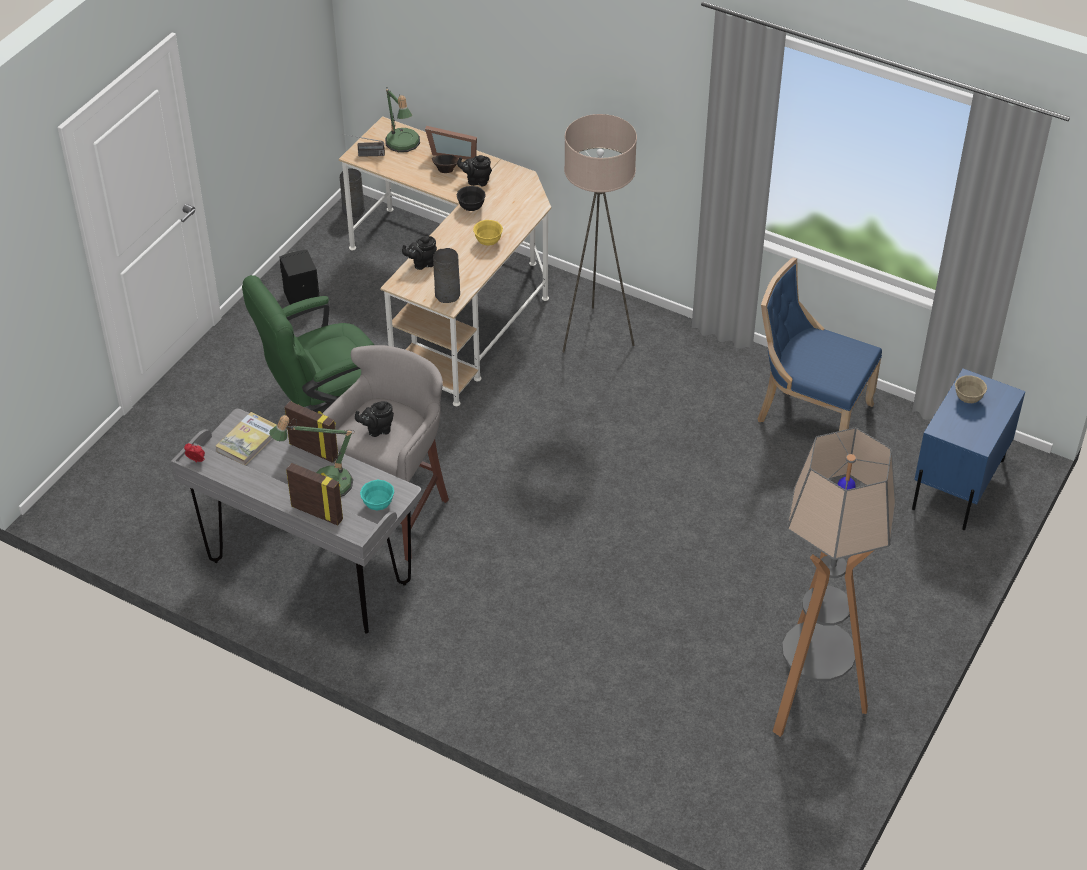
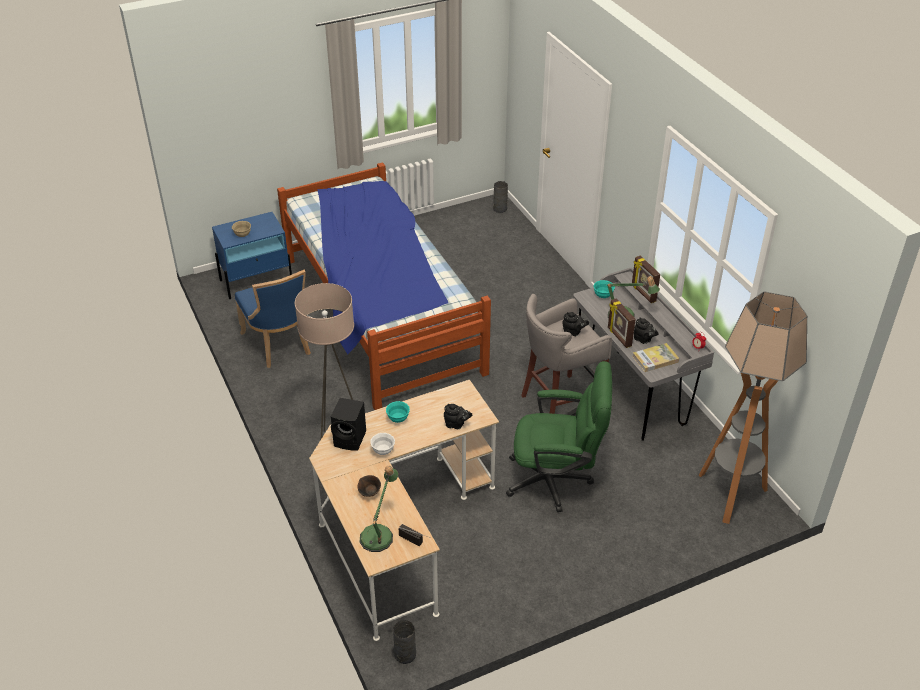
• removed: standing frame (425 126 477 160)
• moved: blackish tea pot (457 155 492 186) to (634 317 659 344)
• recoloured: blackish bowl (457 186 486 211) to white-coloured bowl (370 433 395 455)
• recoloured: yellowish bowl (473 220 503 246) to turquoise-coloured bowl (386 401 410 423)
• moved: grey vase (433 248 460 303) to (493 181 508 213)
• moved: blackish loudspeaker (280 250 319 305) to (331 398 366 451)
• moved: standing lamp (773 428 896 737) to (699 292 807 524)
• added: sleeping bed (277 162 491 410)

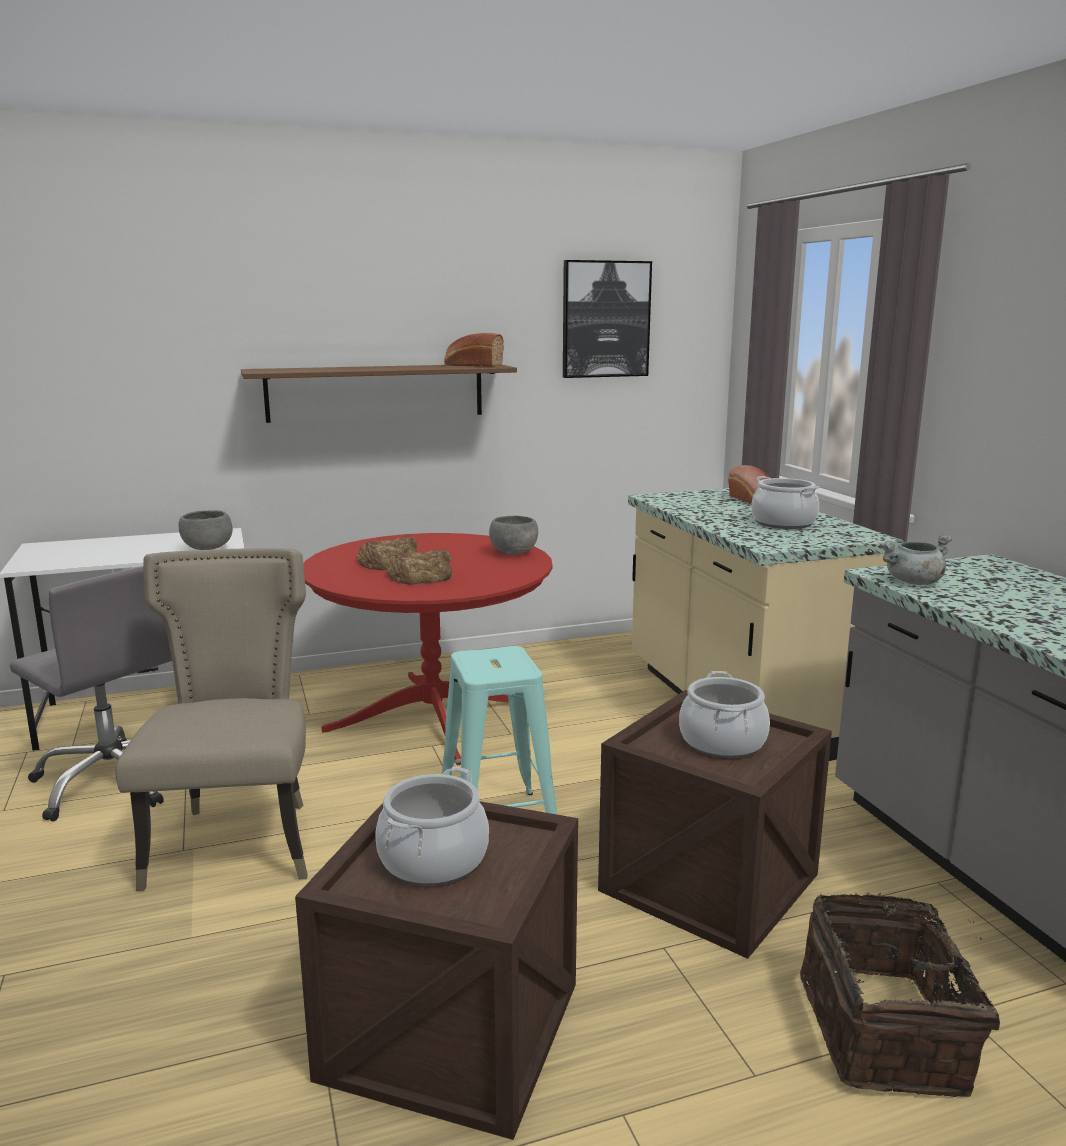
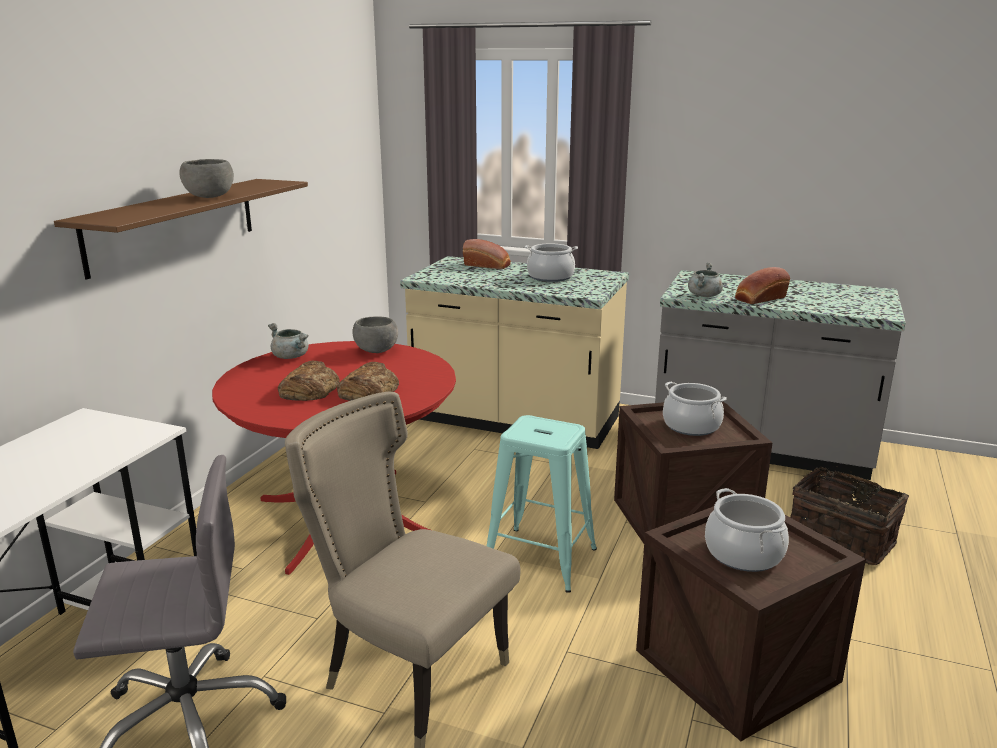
• removed: wall picture (563 260 652 378)
• moved: bakery bread (444 333 504 367) to (735 267 790 304)
• moved: grey bowl (178 510 233 550) to (180 159 234 198)
• added: grey stockpot (268 323 309 359)

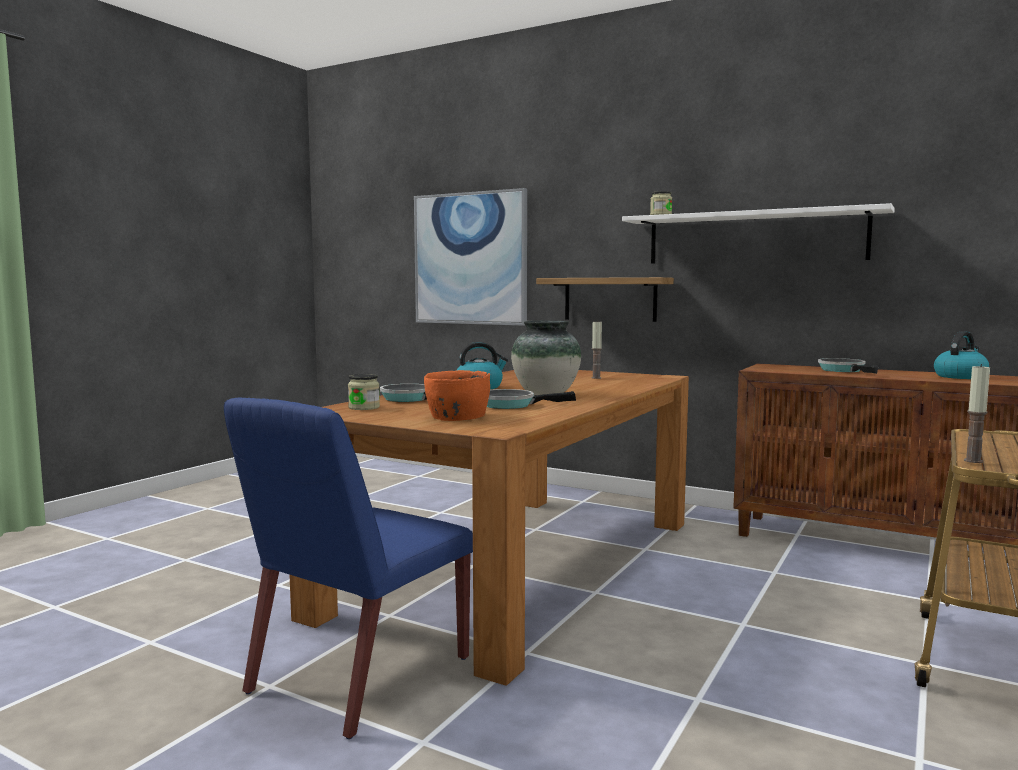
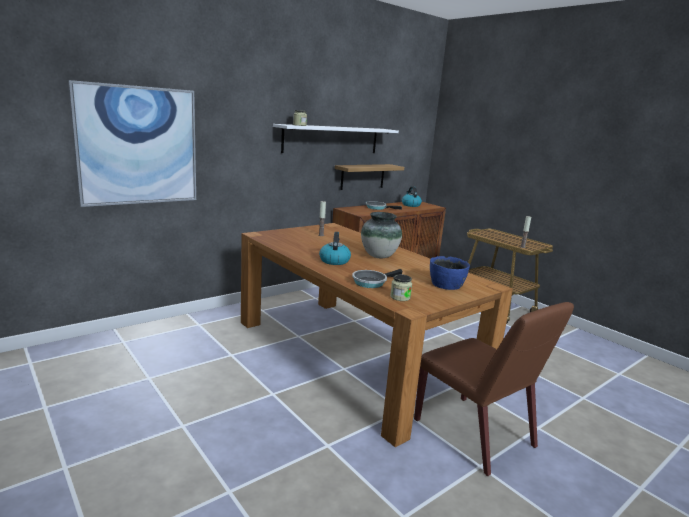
• moved: wall shelf (536 277 674 322) to (335 164 404 190)
• recoloured: orange-coloured bowl (424 370 490 421) to blue bowl (430 256 470 290)
• removed: frying pan (487 389 576 409)
• recoloured: blue plain chair (224 397 473 739) to brown-coloured plain chair (414 302 574 476)

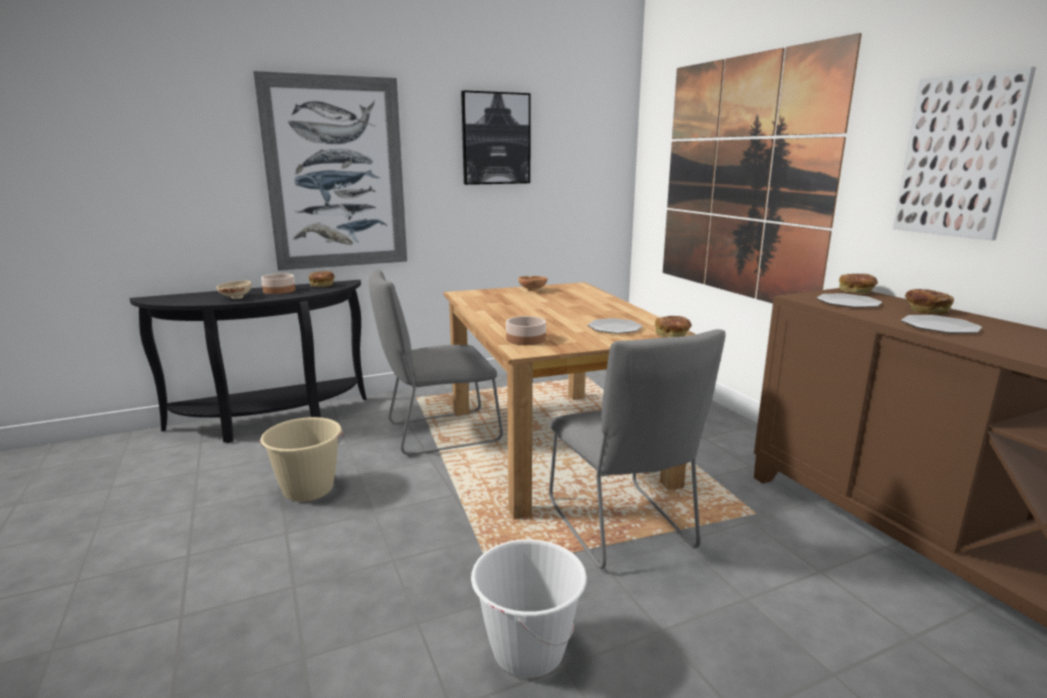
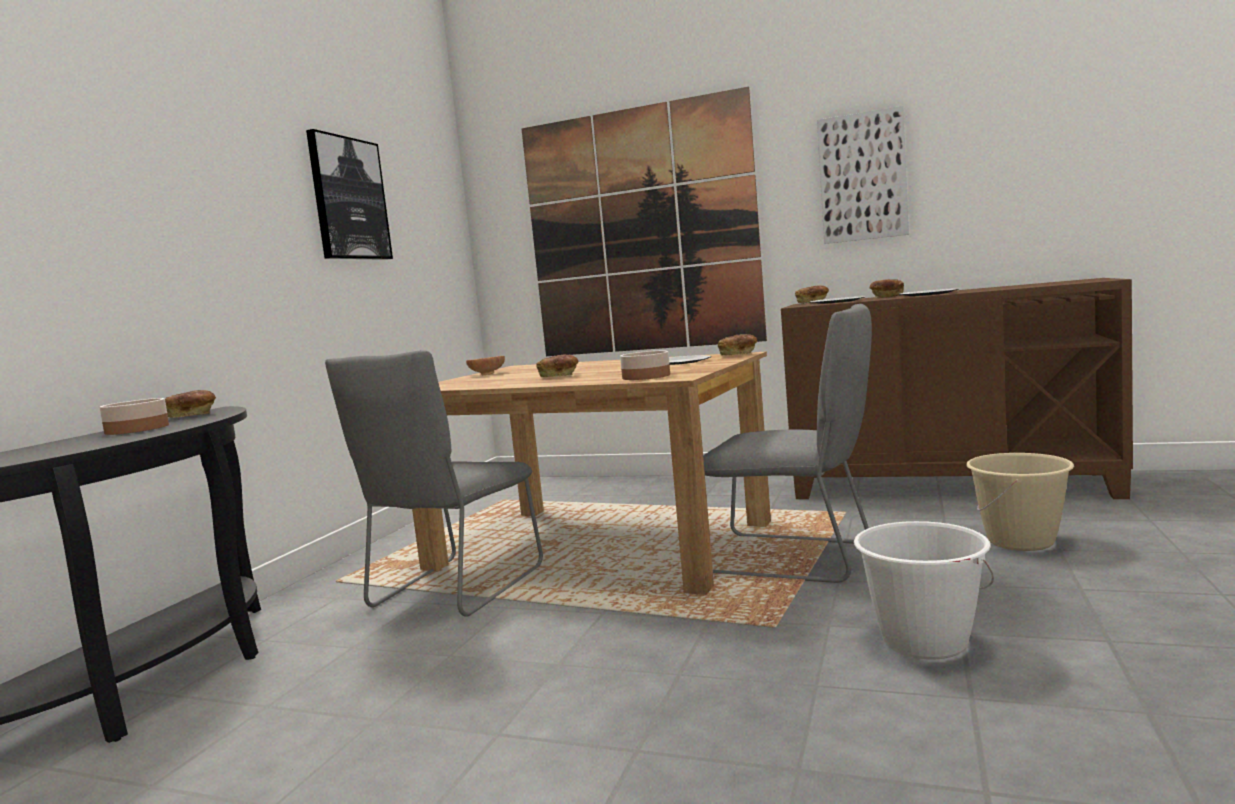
• removed: wall picture (253 71 407 271)
• removed: sand-coloured bowl (216 281 252 299)
• moved: sand-coloured water bucket (259 417 344 502) to (966 453 1074 551)
• added: bakery bread (536 355 578 377)

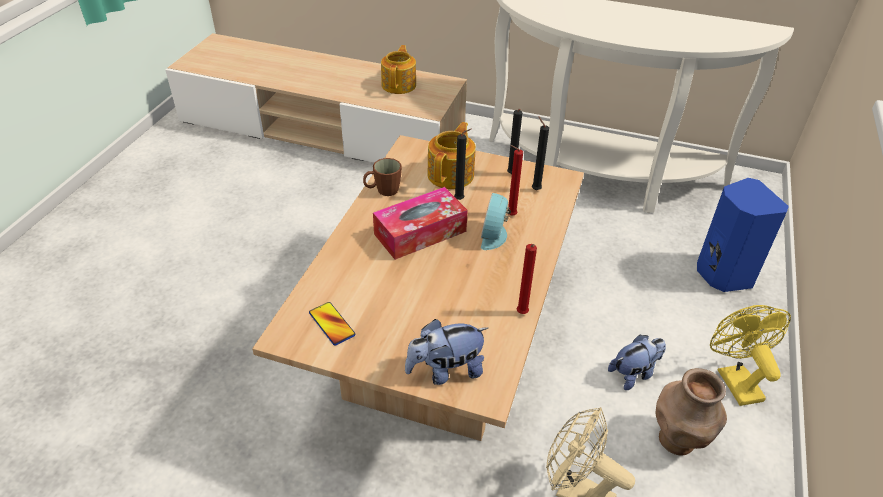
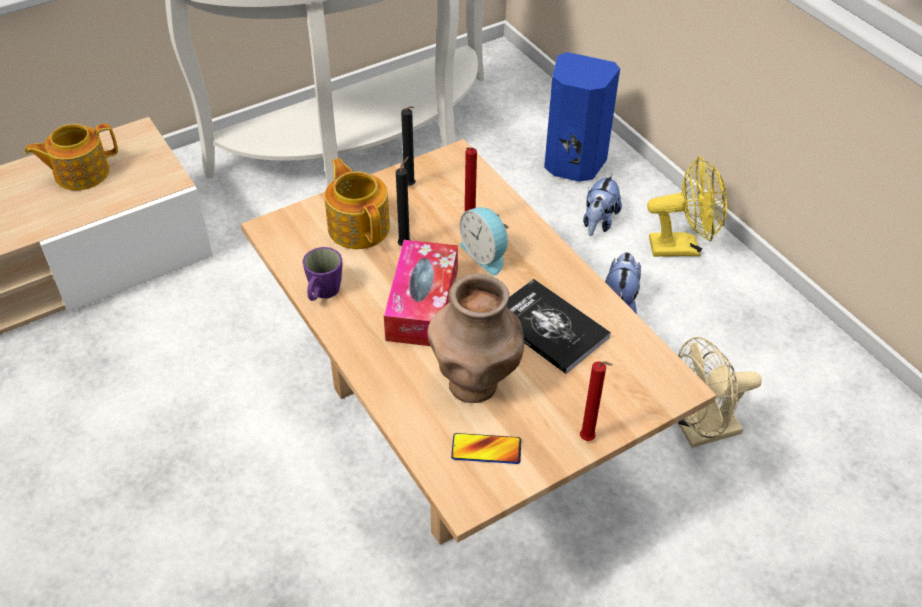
• turned: tea pot (381 45 416 94) = (25 123 118 190) 75 degrees counterclockwise
• removed: blackish wax candle (532 117 549 190)
• recoloured: brown-coloured mug (363 158 402 196) to purple-coloured mug (302 247 342 301)
• moved: red wax candle (517 244 537 314) to (580 361 613 441)
• turned: yellowish electric fan (710 305 791 406) = (647 156 727 257) 150 degrees clockwise
• moved: plush toy (405 319 488 385) to (583 173 622 236)
• moved: brown-coloured vase (656 368 727 456) to (427 273 524 403)
• added: bound book (507 279 611 374)

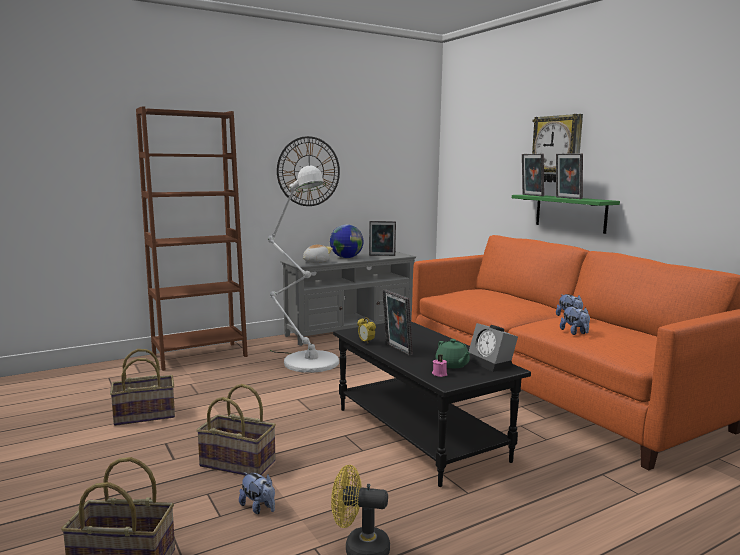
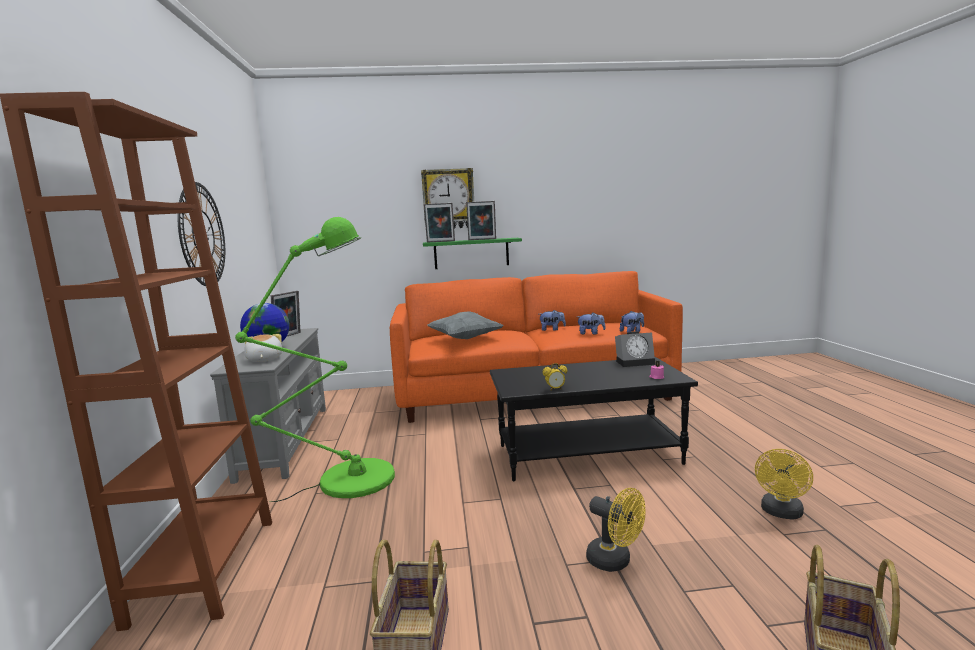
• recoloured: white-coloured standing lamp (268 166 339 373) to green-coloured standing lamp (235 217 395 502)
• removed: standing frame (382 289 413 356)
• removed: green-coloured tea pot (435 339 470 368)
• replaced: storage basket (196 384 276 476) to yellowish electric fan (586 488 645 572)
• moved: plush toy (239 472 275 514) to (620 311 644 333)
• added: grey throw pillow (427 311 503 339)

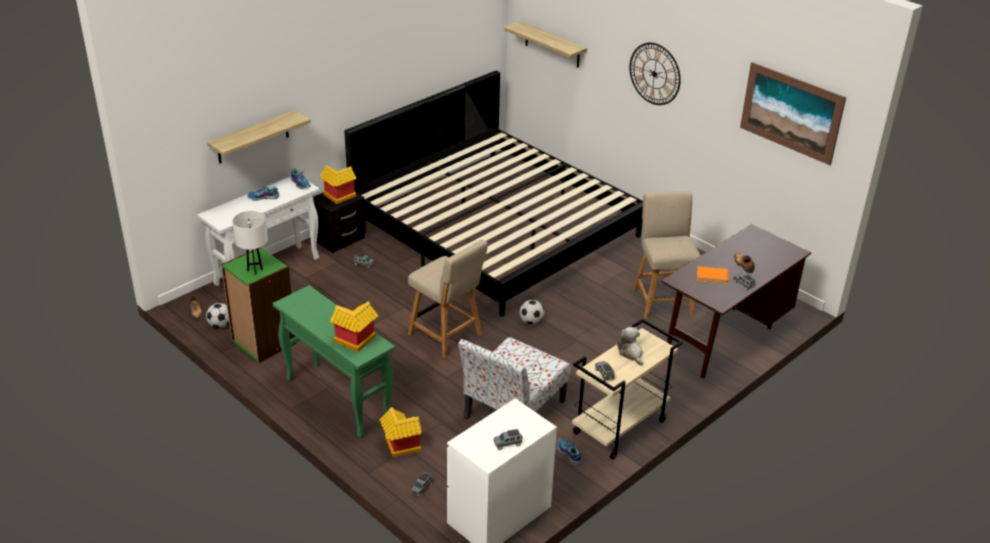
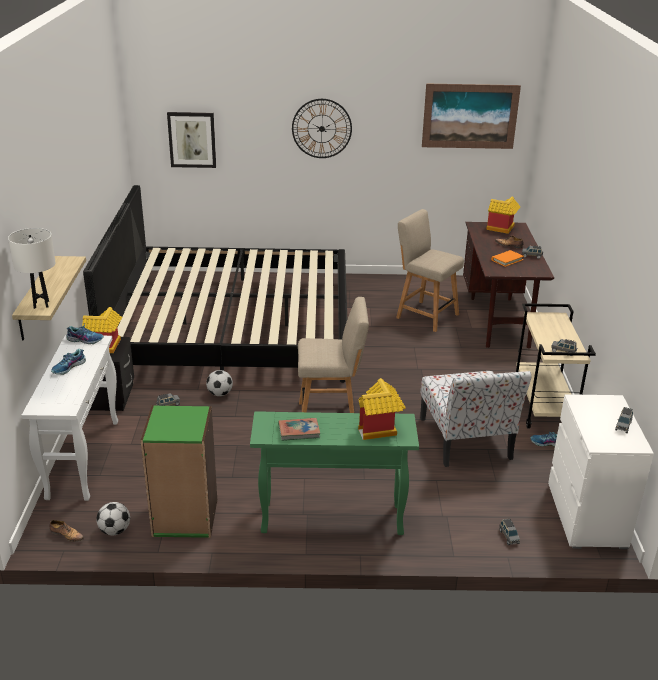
• replaced: wall shelf (504 21 587 68) to wall picture (167 112 216 168)
• moved: white-coloured lamp for a table (232 211 268 275) to (8 228 56 309)
• moved: football (520 300 545 325) to (206 370 233 396)
• removed: plush toy (617 327 643 366)
• moved: toy house (379 407 422 457) to (486 197 521 234)
• added: bound book (278 418 320 441)

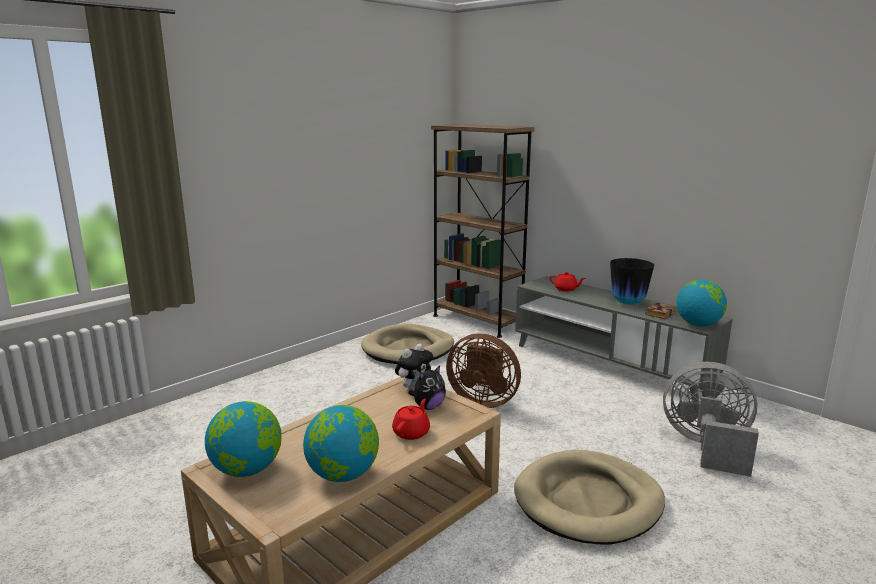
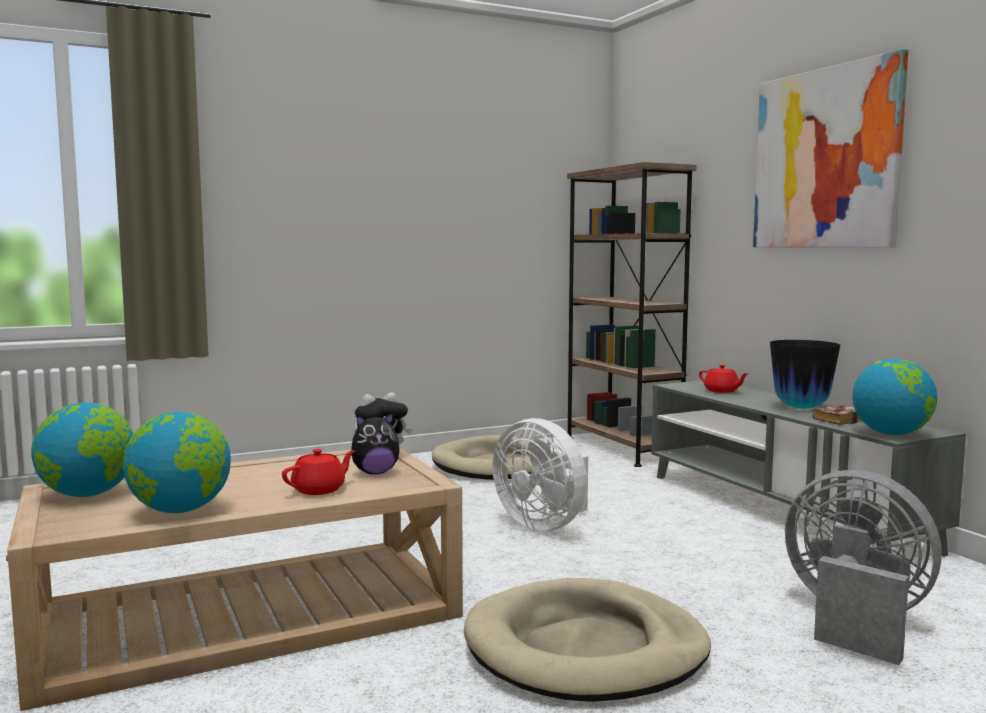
• recoloured: brown-coloured electric fan (446 333 521 408) to white-coloured electric fan (492 418 588 531)
• added: wall picture (753 49 908 247)

